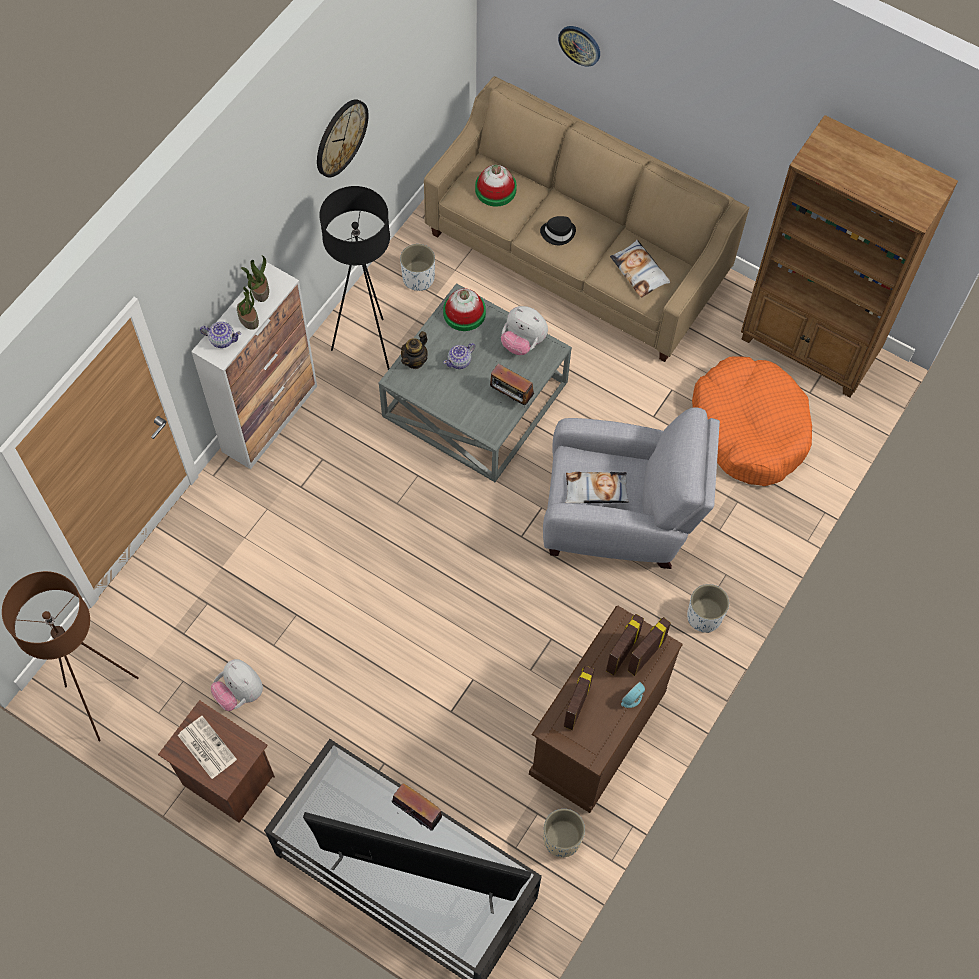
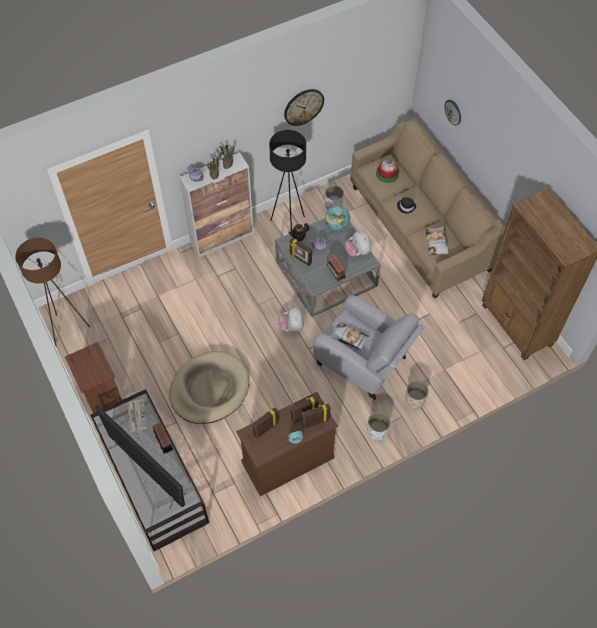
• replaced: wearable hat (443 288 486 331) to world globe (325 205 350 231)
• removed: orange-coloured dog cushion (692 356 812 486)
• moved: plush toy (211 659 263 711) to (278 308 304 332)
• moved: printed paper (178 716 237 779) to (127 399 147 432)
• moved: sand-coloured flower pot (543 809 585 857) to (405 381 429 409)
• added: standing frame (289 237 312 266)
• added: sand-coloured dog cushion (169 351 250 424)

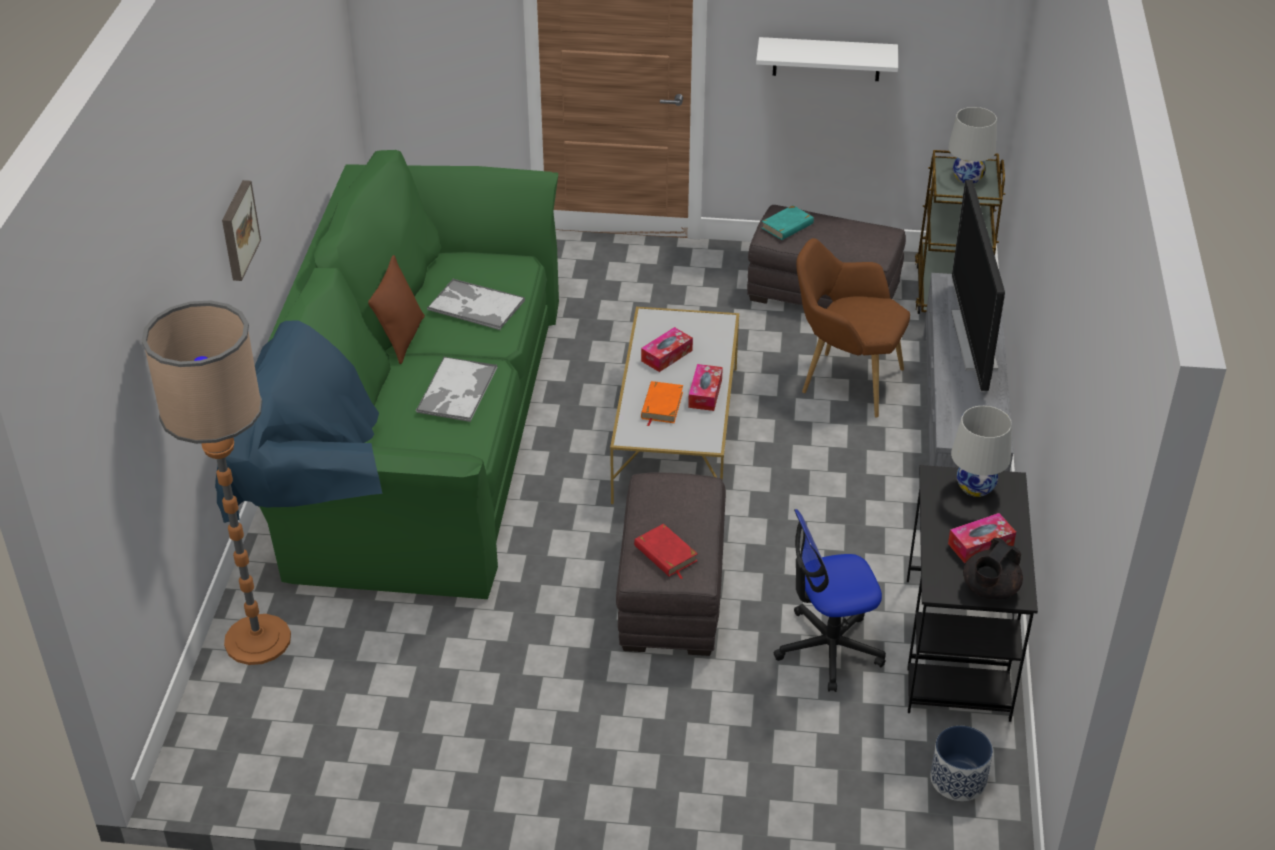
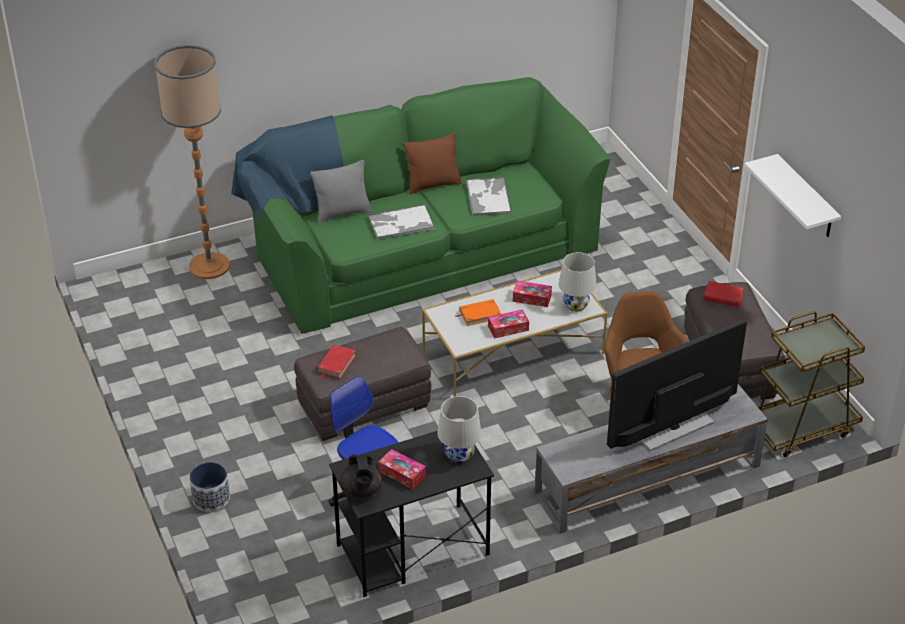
• moved: white-coloured lamp for a table (948 107 997 183) to (559 252 596 311)
• removed: wall picture (222 180 261 281)
• recoloured: turquoise-coloured bound book (762 205 814 240) to red bound book (703 281 746 307)
• turned: blackish tea pot (963 538 1023 600) = (340 454 382 498) 105 degrees counterclockwise
• moved: flower pot (930 726 993 801) to (189 462 230 512)
• added: grey throw pillow (310 160 372 223)

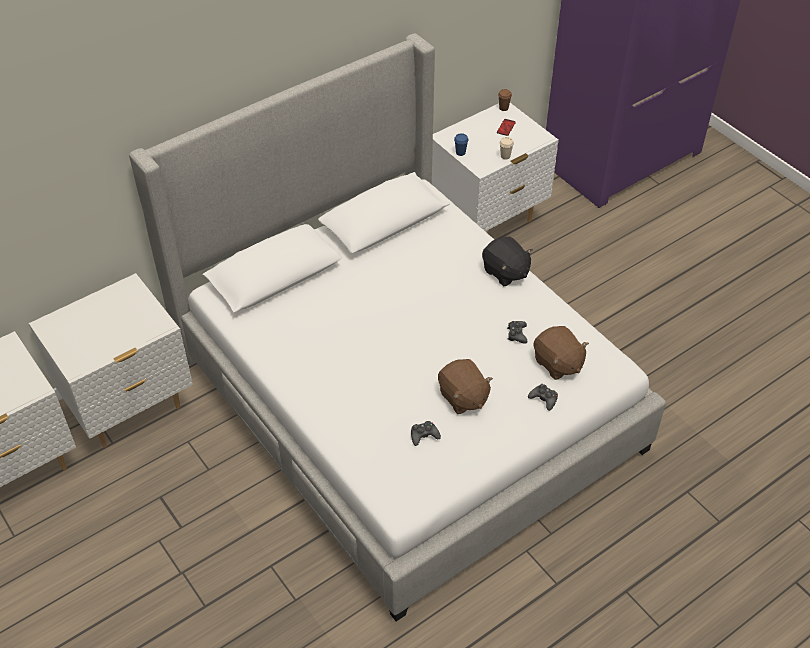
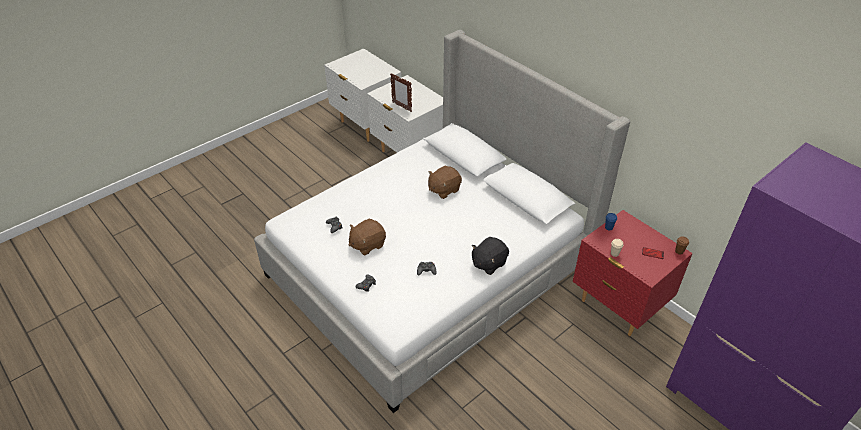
• recoloured: white-coloured bedside table (432 103 559 231) to red bedside table (573 210 693 336)
• moved: brown-coloured plush toy (534 326 589 380) to (428 166 462 199)
• added: standing frame (390 73 412 112)

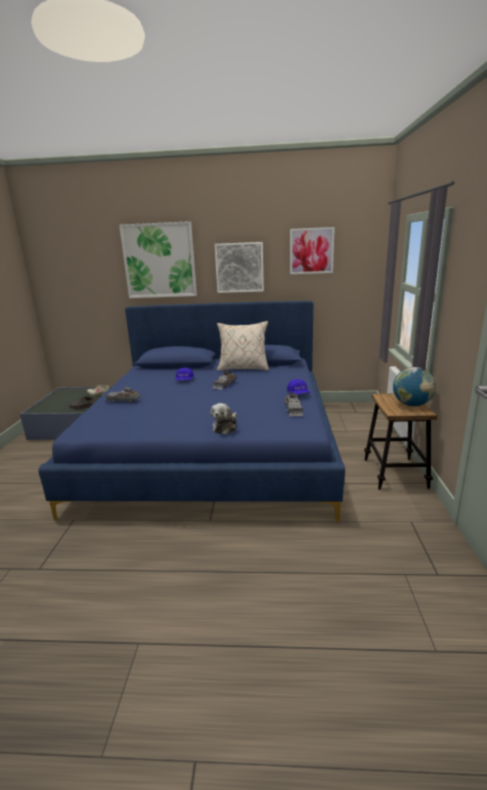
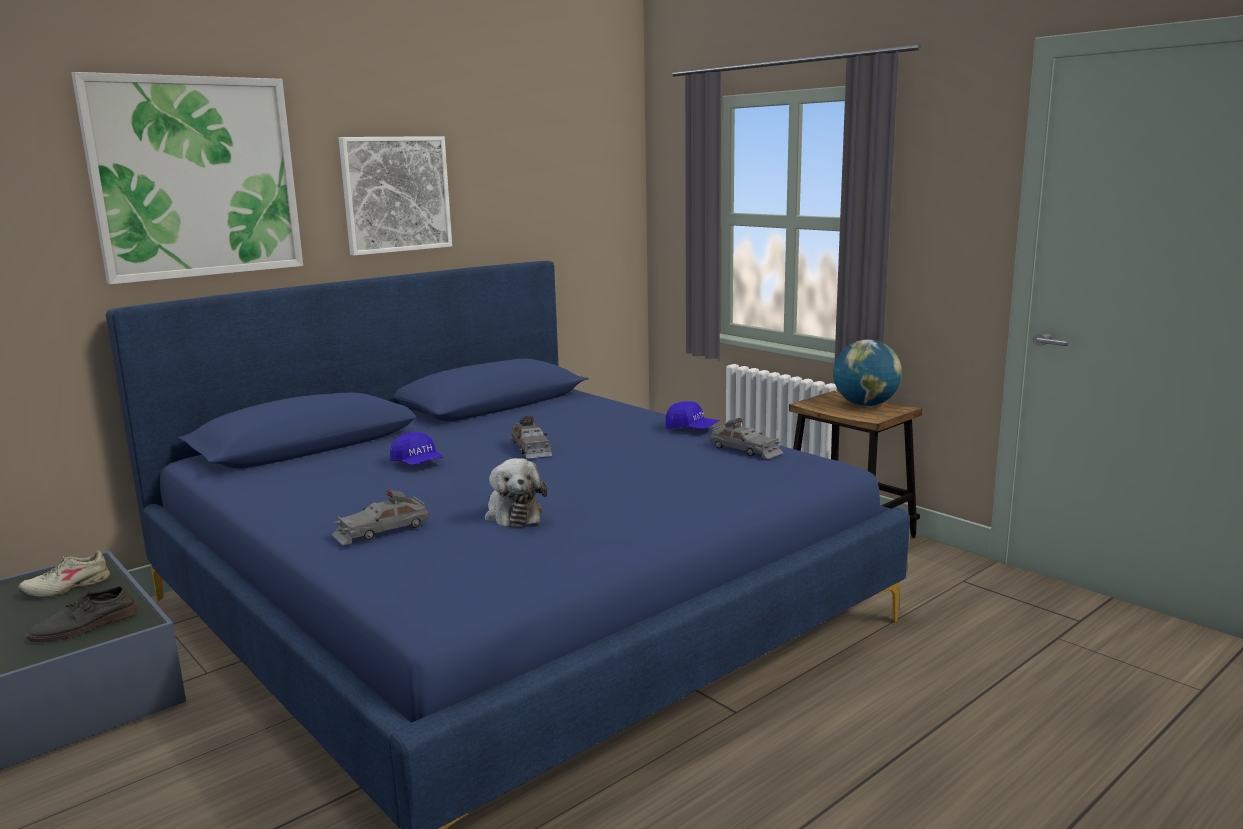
• removed: wall picture (290 227 335 274)
• removed: sand-coloured throw pillow (217 321 269 371)
• moved: plush toy (210 403 237 435) to (485 458 547 527)

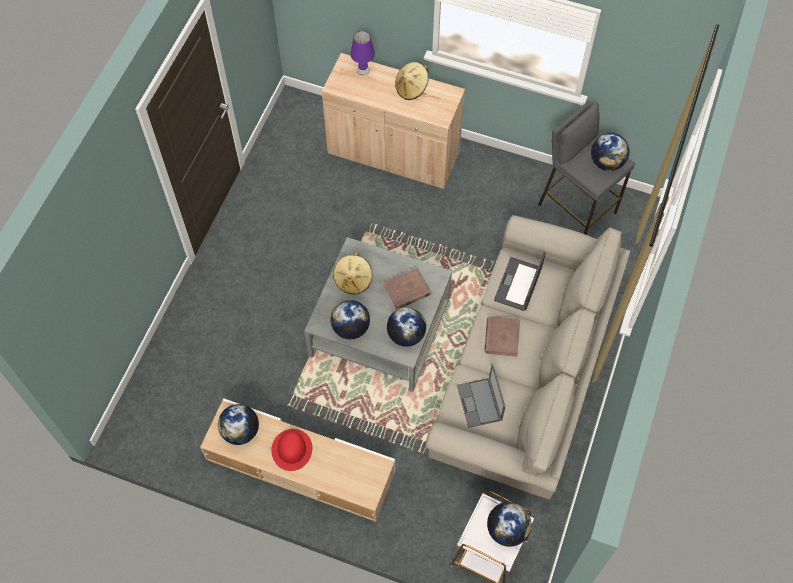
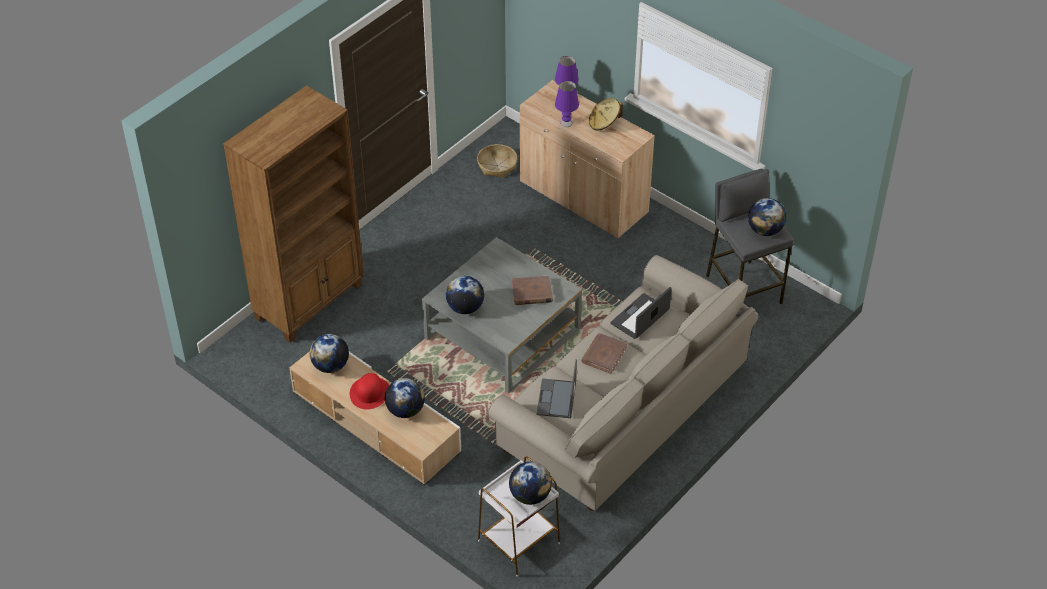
• removed: sand-coloured wearable hat (333 253 372 295)
• moved: world globe (387 307 426 347) to (385 378 425 418)
• added: purple-coloured lamp for a table (555 81 579 127)
• added: brown-coloured bookshelf (223 85 364 343)
• added: storage basket (477 144 517 178)

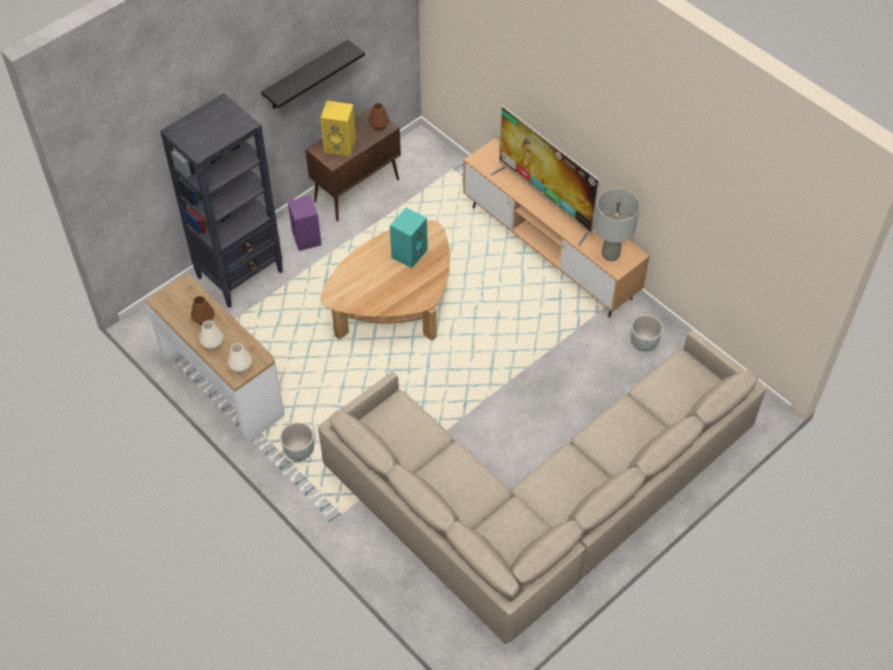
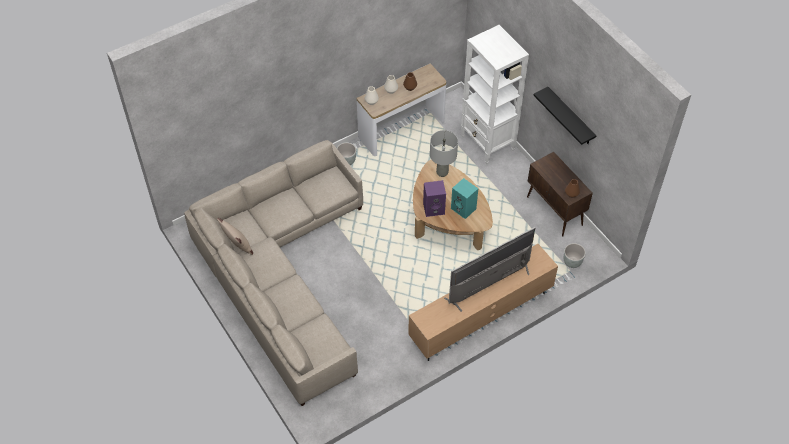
• recoloured: blackish bookshelf (160 93 283 308) to white-coloured bookshelf (461 25 529 164)
• removed: yellowish loudspeaker (321 101 356 156)
• moved: grey lamp for a table (594 188 640 261) to (430 130 458 177)
• moved: purple-coloured loudspeaker (288 195 321 251) to (423 180 446 217)
• moved: grey flower pot (631 315 663 352) to (564 243 586 268)
• added: sand-coloured throw pillow (217 218 253 255)

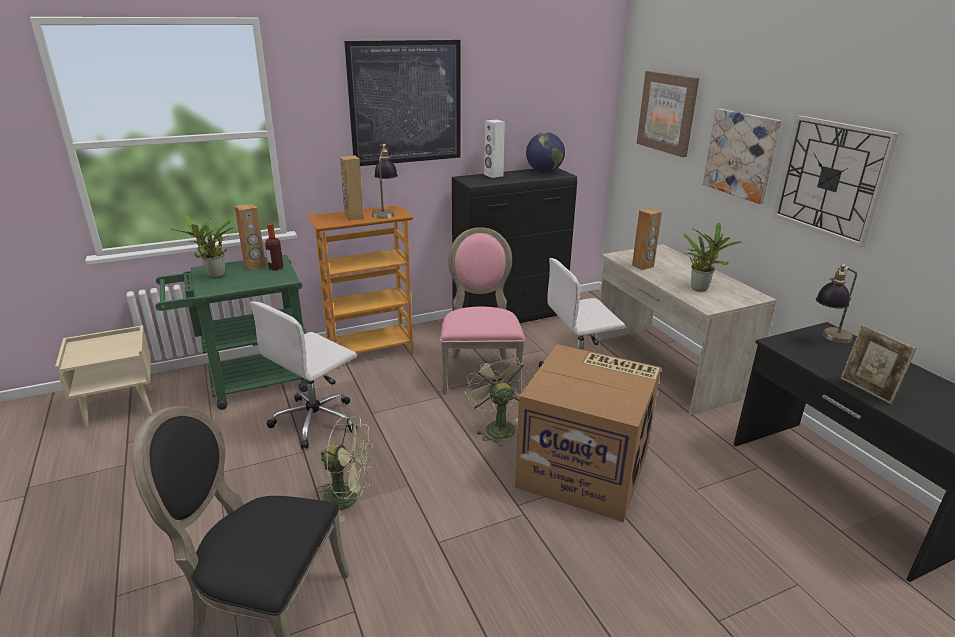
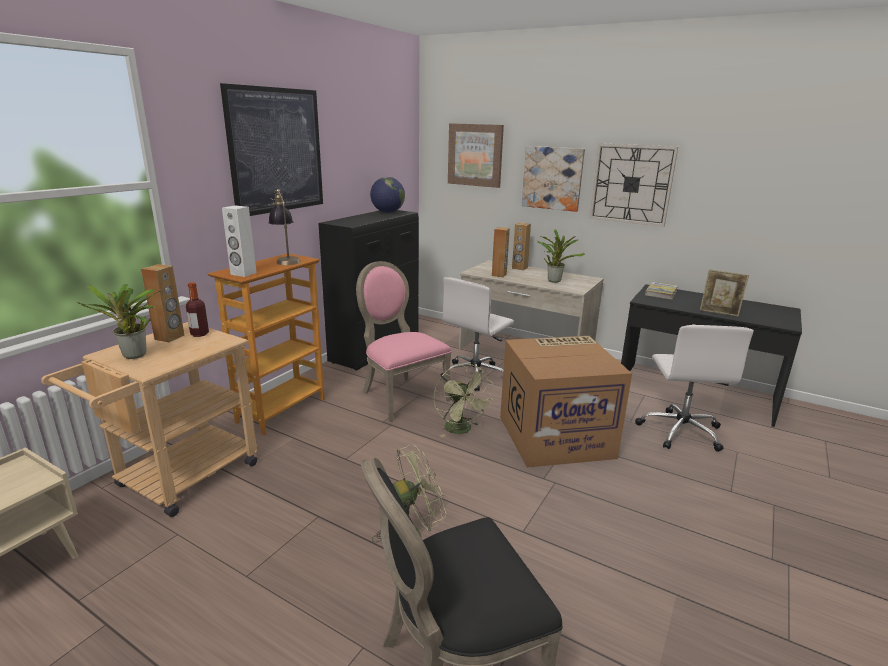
• moved: white-coloured loudspeaker (484 120 505 178) to (222 205 257 277)
• moved: brown-coloured loudspeaker (340 155 364 220) to (512 222 531 270)
• recoloured: green-coloured wheeled cart (156 255 308 410) to sand-coloured wheeled cart (41 322 258 517)
• replaced: lamp for a table (816 264 857 343) to bound book (645 281 678 300)
• moved: white-coloured office chair (250 301 358 449) to (635 325 754 452)
• turned: green-coloured electric fan (465 354 530 446) = (434 364 494 437) 150 degrees counterclockwise

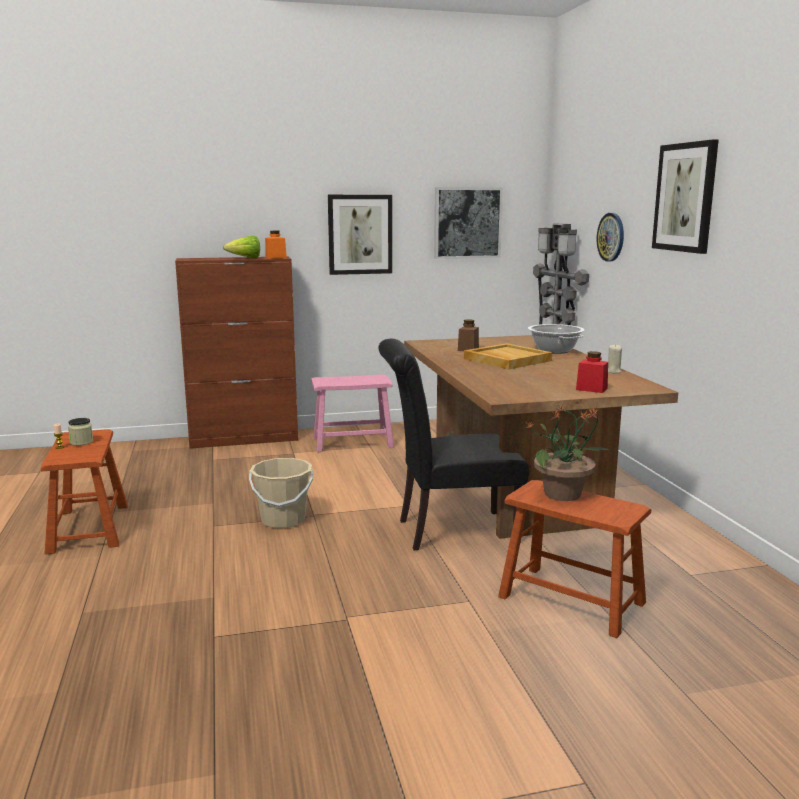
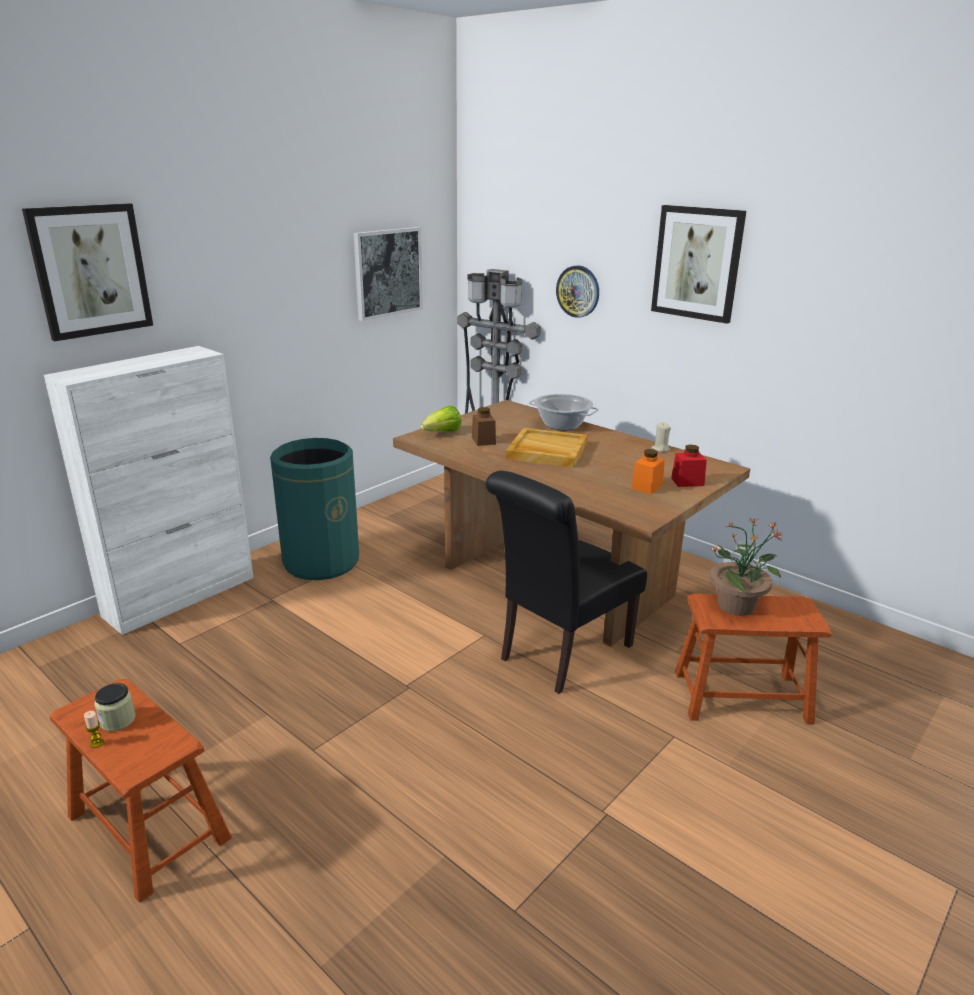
• moved: wall picture (328 195 392 275) to (22 203 153 341)
• moved: orange-coloured preserve jar (265 231 287 259) to (631 449 665 494)
• moved: head of lettuce (223 236 260 258) to (421 406 462 432)
• recoloured: brown-coloured storage cabinet (175 256 298 448) to white-coloured storage cabinet (44 346 254 635)
• replaced: pink sitting stool (311 374 394 452) to green-coloured waste bin (270 438 359 580)
• removed: sand-coloured water bucket (249 458 313 528)

